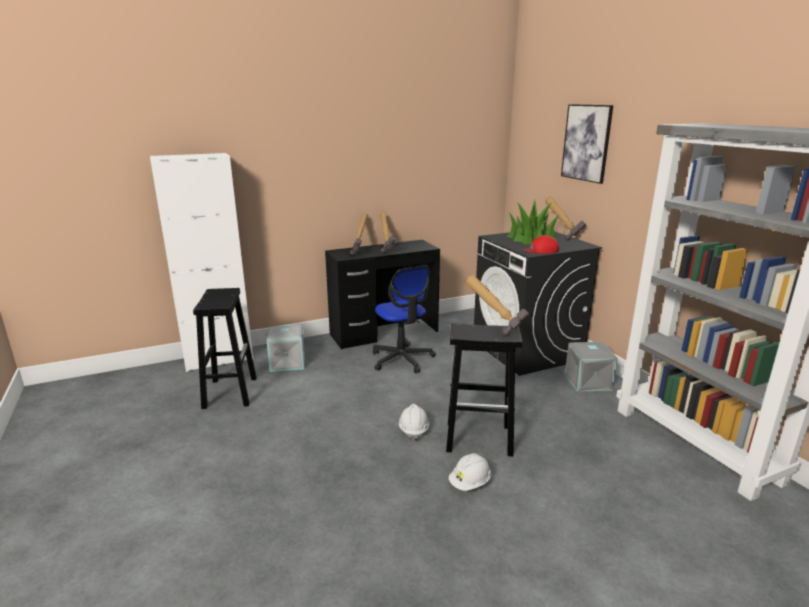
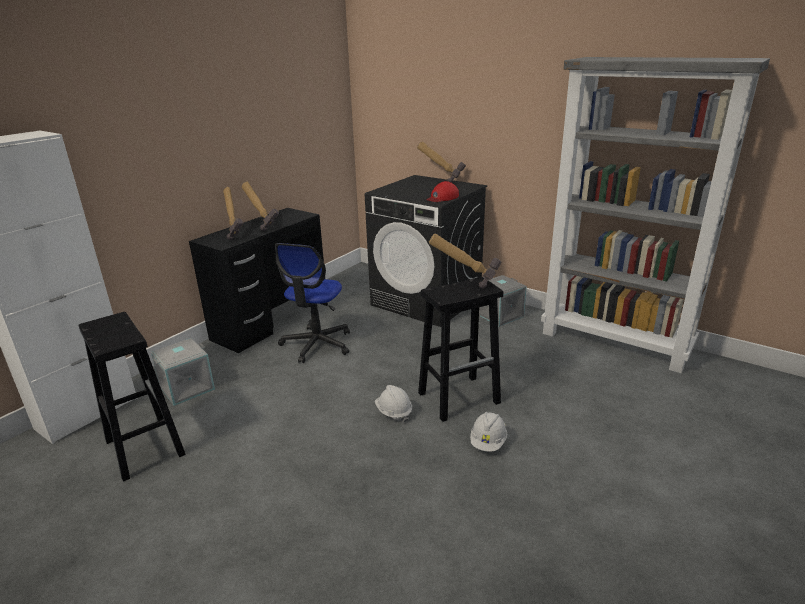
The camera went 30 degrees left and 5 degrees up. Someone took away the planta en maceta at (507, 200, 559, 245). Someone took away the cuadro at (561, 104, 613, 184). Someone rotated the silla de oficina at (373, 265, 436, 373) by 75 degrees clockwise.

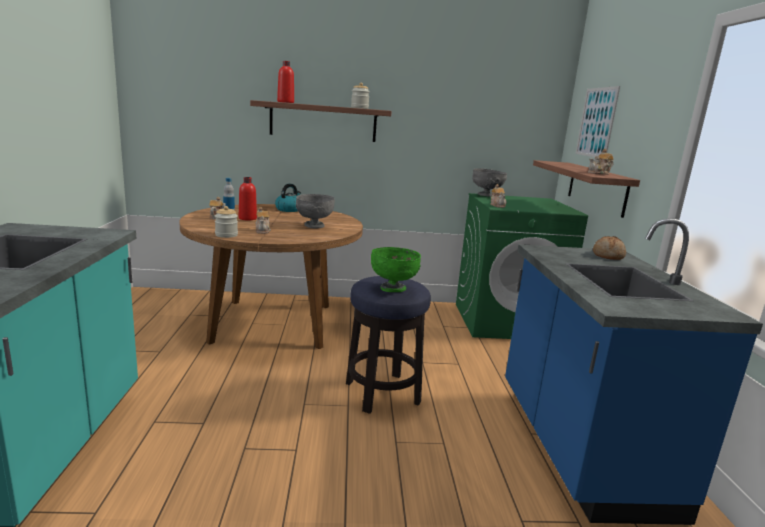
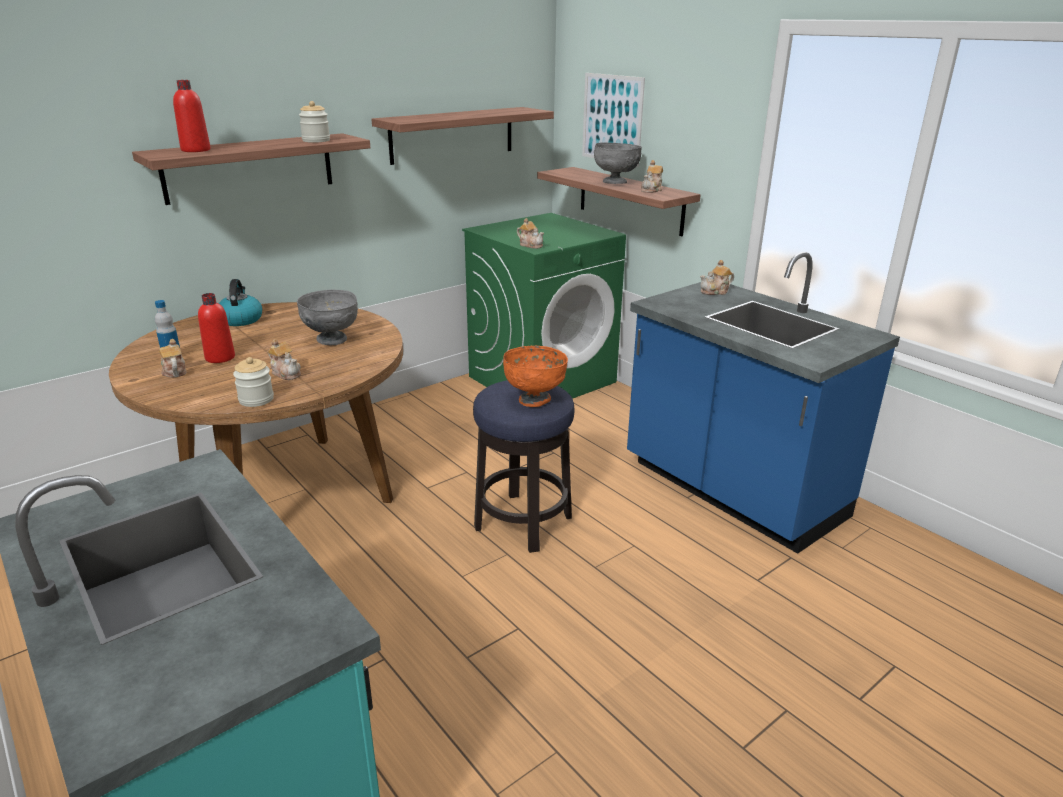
The camera went 35 degrees left and 10 degrees up. Someone put up the estante at (371, 107, 554, 165). Someone carried the cuenco [gris] from (472, 168, 507, 197) to (594, 142, 642, 184). Someone swapped the pan at (593, 236, 626, 260) for the tetera at (700, 260, 734, 295). Someone repainted the cuenco [verde] at (371, 247, 421, 292), which became the cuenco [naranja] at (503, 346, 568, 407).

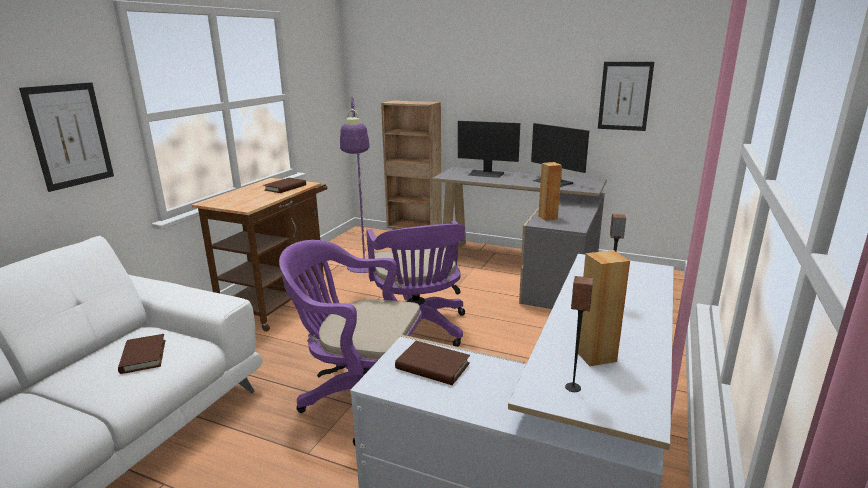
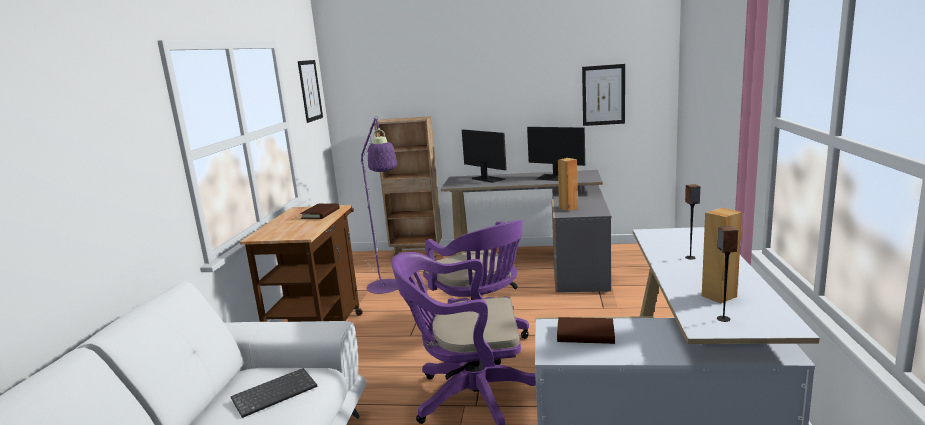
The camera went 15 degrees left and 5 degrees down. Someone carried the cuadro from (19, 82, 114, 192) to (298, 60, 323, 123). Someone swapped the libro [marrón] at (118, 334, 165, 374) for the teclado at (231, 368, 318, 418). Someone rotated the monitor at (458, 121, 520, 178) by 135 degrees counterclockwise.

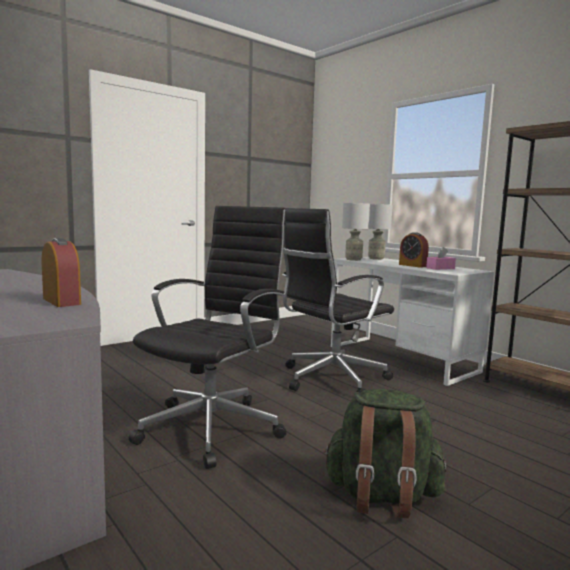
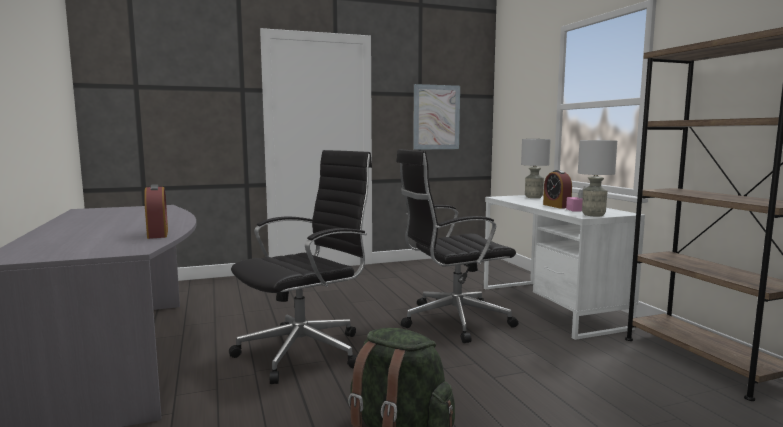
The camera went 20 degrees right and 0 degrees up. Someone put up the cuadro at (413, 84, 460, 150). Someone carried the lámpara de mesa [gris] from (342, 203, 370, 261) to (578, 140, 617, 217).

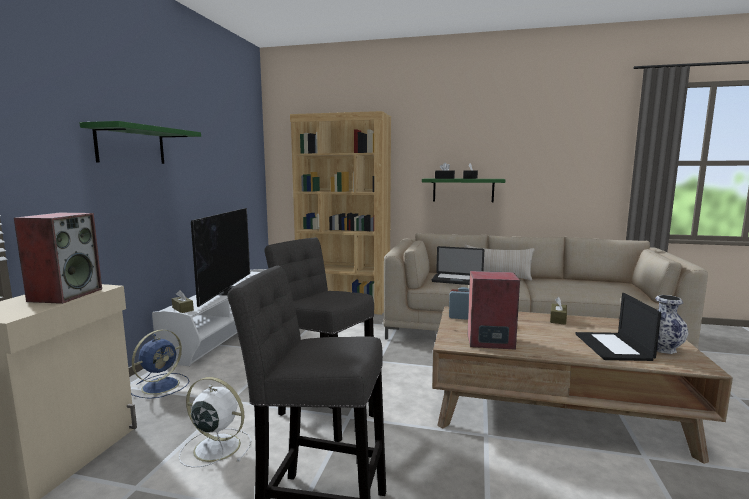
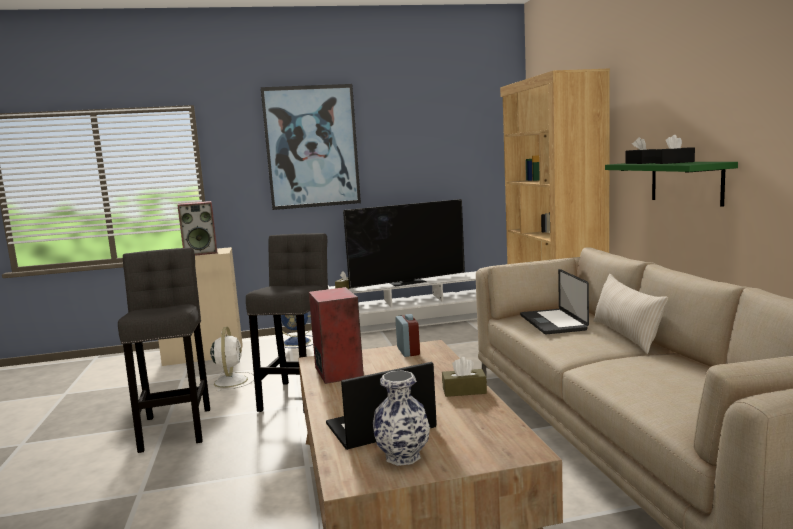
The camera went 65 degrees right and 0 degrees up. Someone swapped the estante [verde] at (79, 121, 201, 164) for the cuadro at (261, 84, 361, 210).

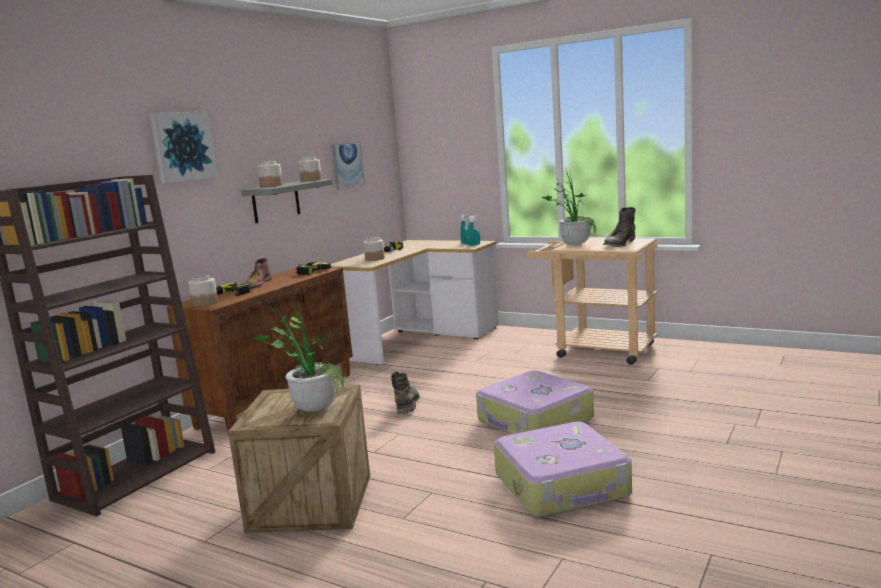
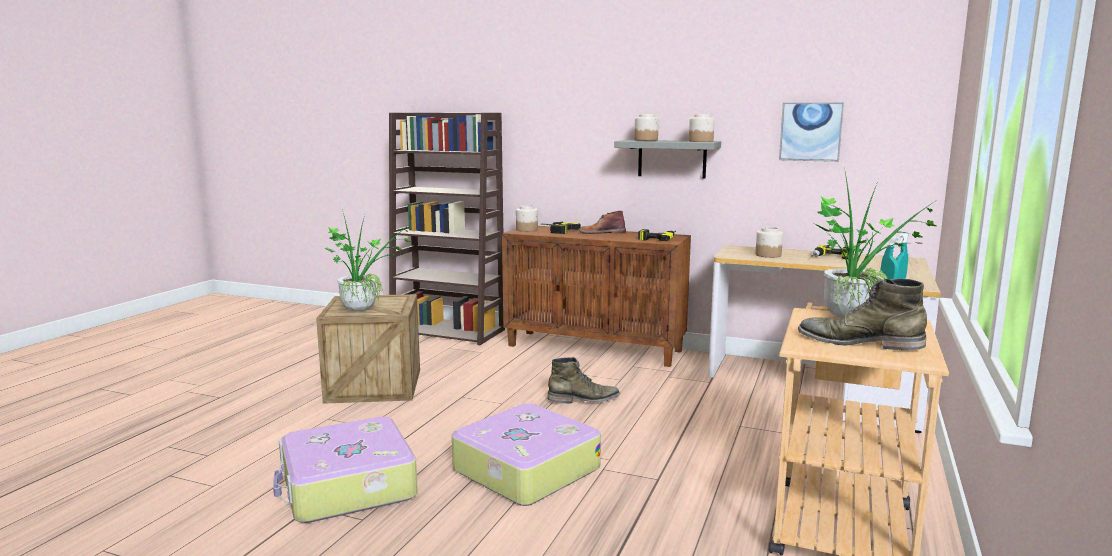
The camera went 80 degrees right and 0 degrees up. Someone took away the cuadro at (149, 111, 218, 184).

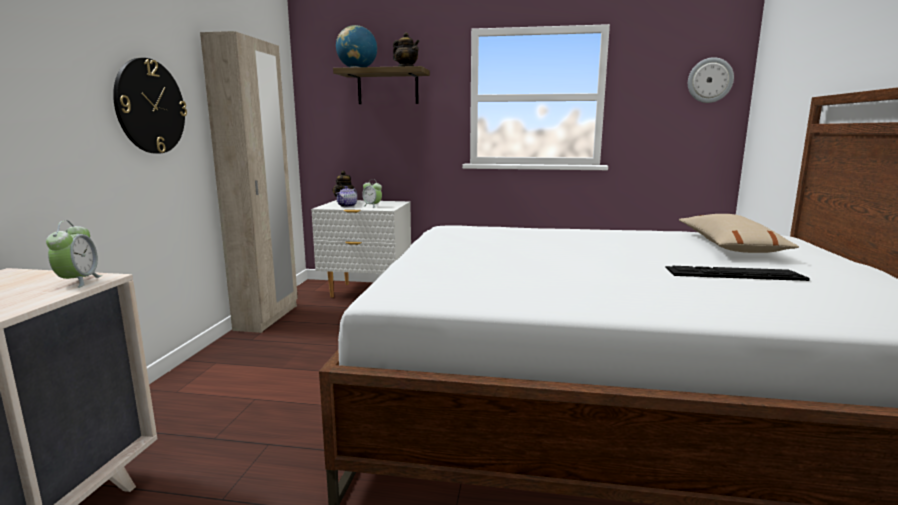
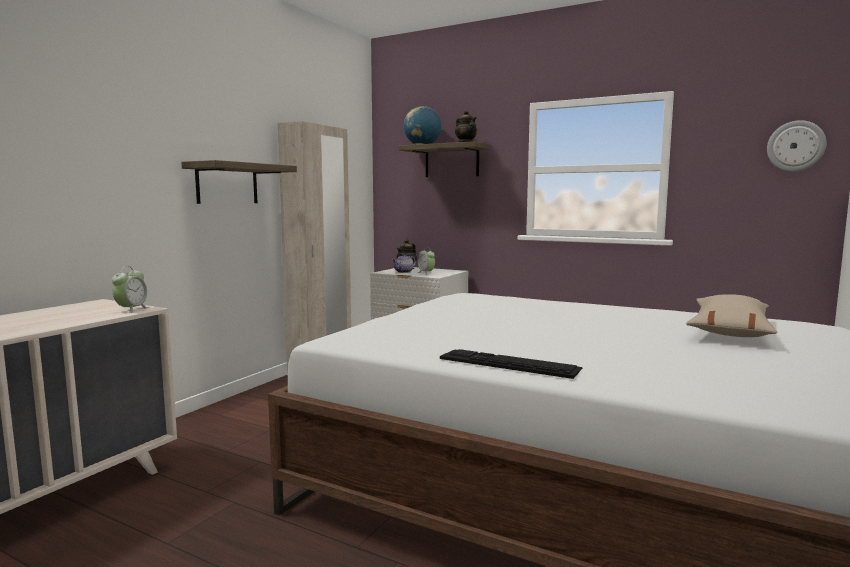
The camera went 20 degrees right and 5 degrees down. Someone carried the teclado from (665, 266, 810, 281) to (440, 349, 583, 379). Someone swapped the reloj de pared at (113, 58, 187, 154) for the estante at (181, 160, 297, 204).

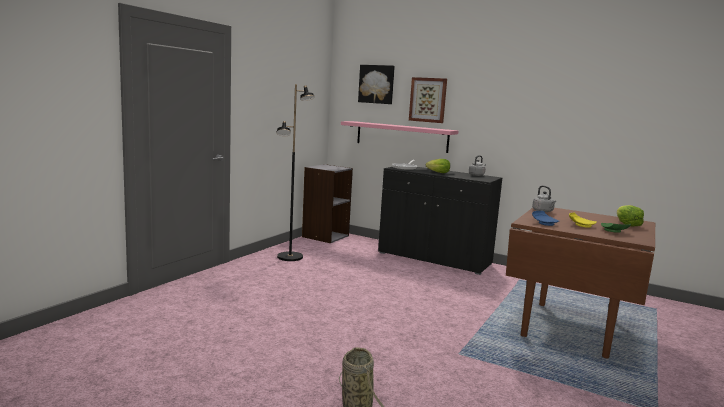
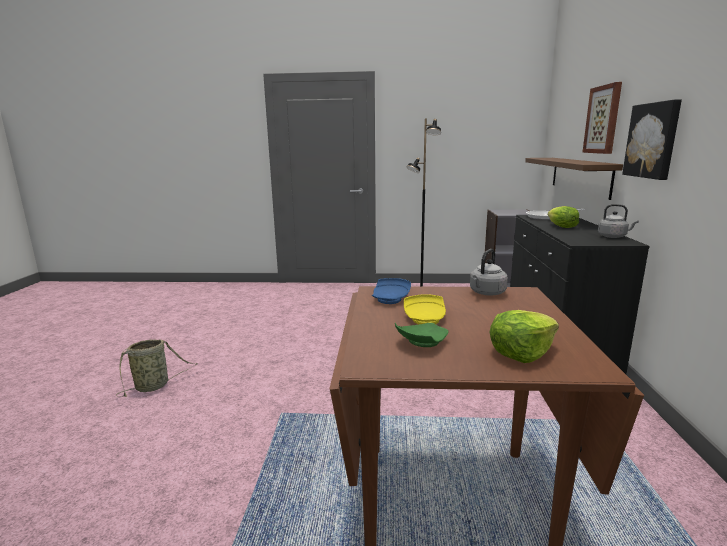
The camera went 65 degrees right and 5 degrees up. Someone carried the cuadro from (358, 65, 395, 104) to (622, 99, 682, 180). Someone repainted the estante [rosa] at (341, 121, 458, 153), which became the estante [marrón] at (525, 158, 623, 200).

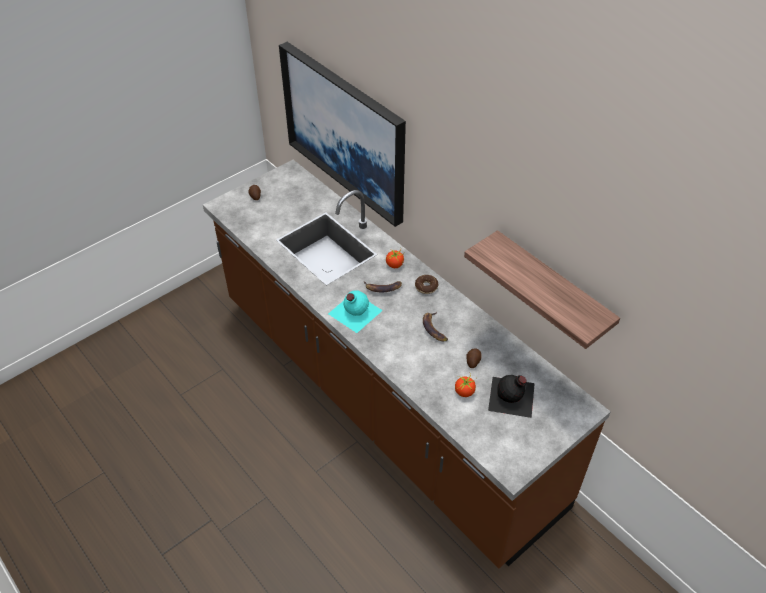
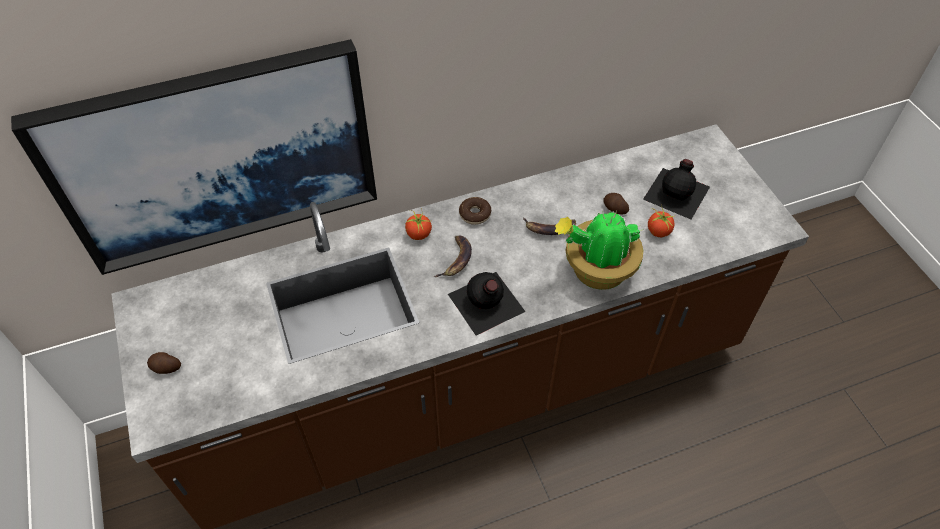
The camera went 70 degrees left and 5 degrees up. Someone took away the estante at (464, 230, 620, 349). Someone put down the planta en maceta at (555, 210, 643, 290). Someone repainted the botella [turquesa] at (328, 290, 383, 333), which became the botella [negro] at (448, 272, 525, 336).

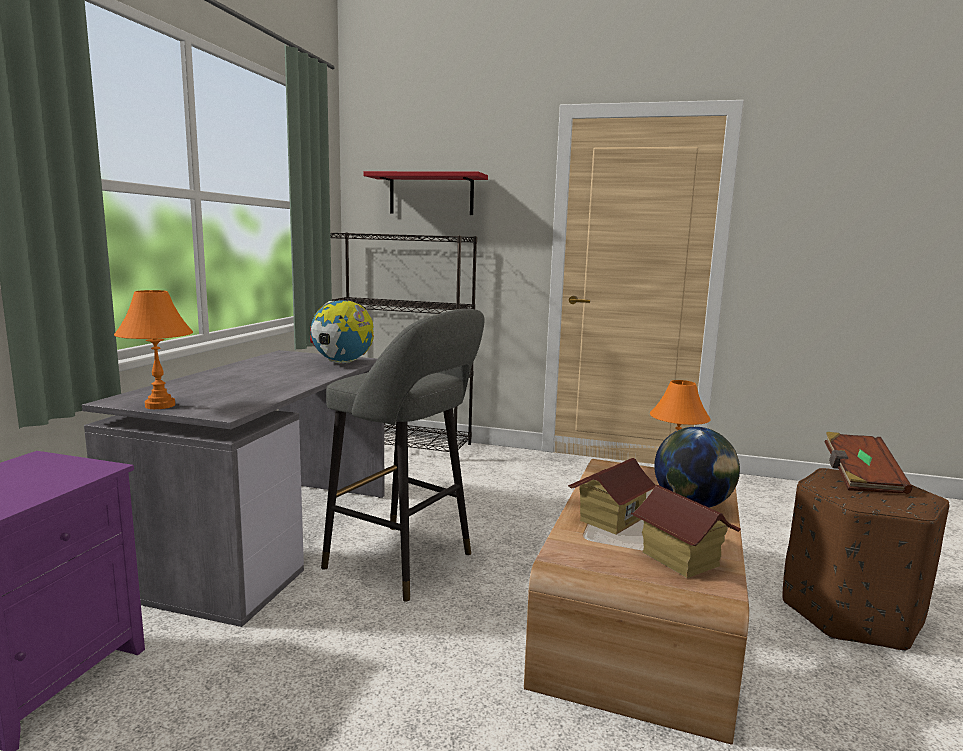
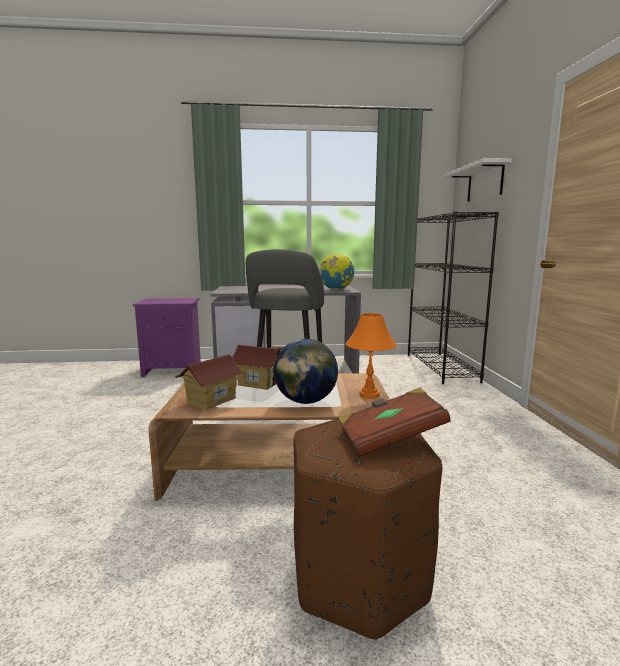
The camera went 70 degrees right and 0 degrees up. Someone took away the lámpara de mesa [naranja] at (114, 290, 193, 409). Someone repainted the estante [rojo] at (363, 171, 488, 215), which became the estante [blanco] at (443, 158, 512, 202).

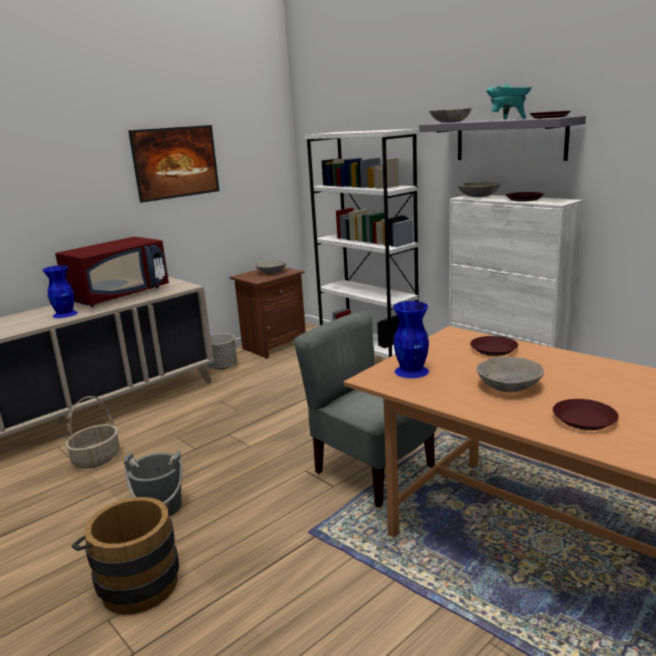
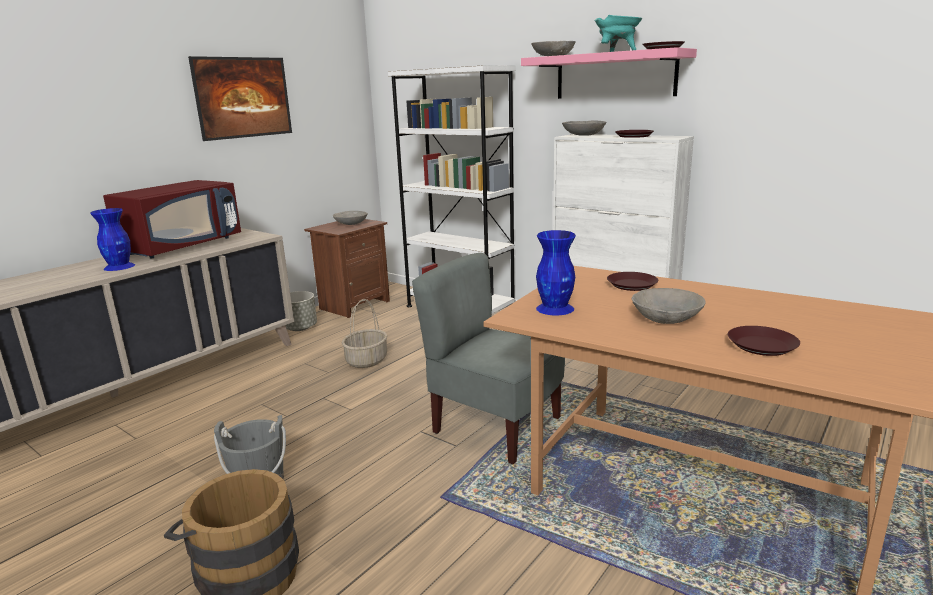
The camera went 10 degrees left and 0 degrees up. Someone carried the cesta from (65, 396, 120, 469) to (342, 299, 387, 368). Someone repainted the estante [gris] at (419, 116, 586, 161), which became the estante [rosa] at (521, 47, 697, 99).

